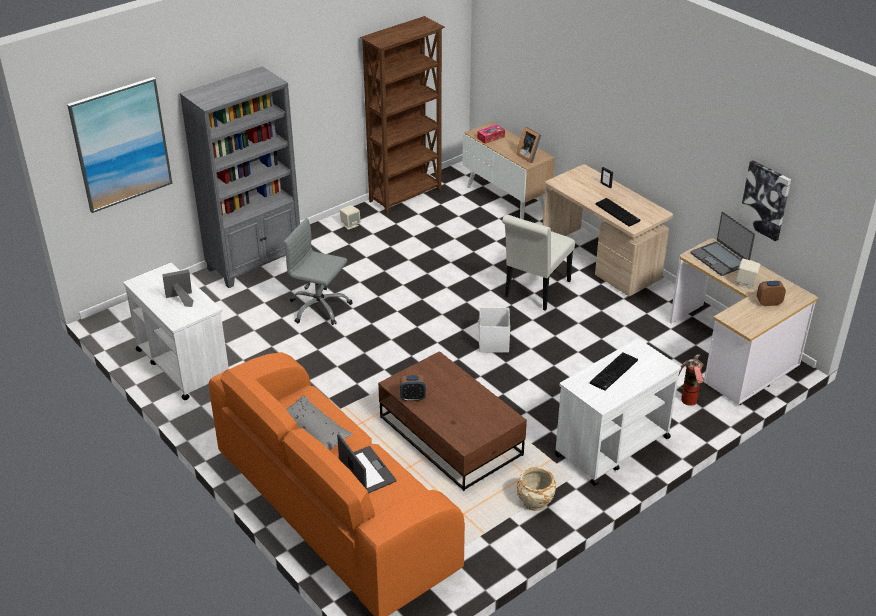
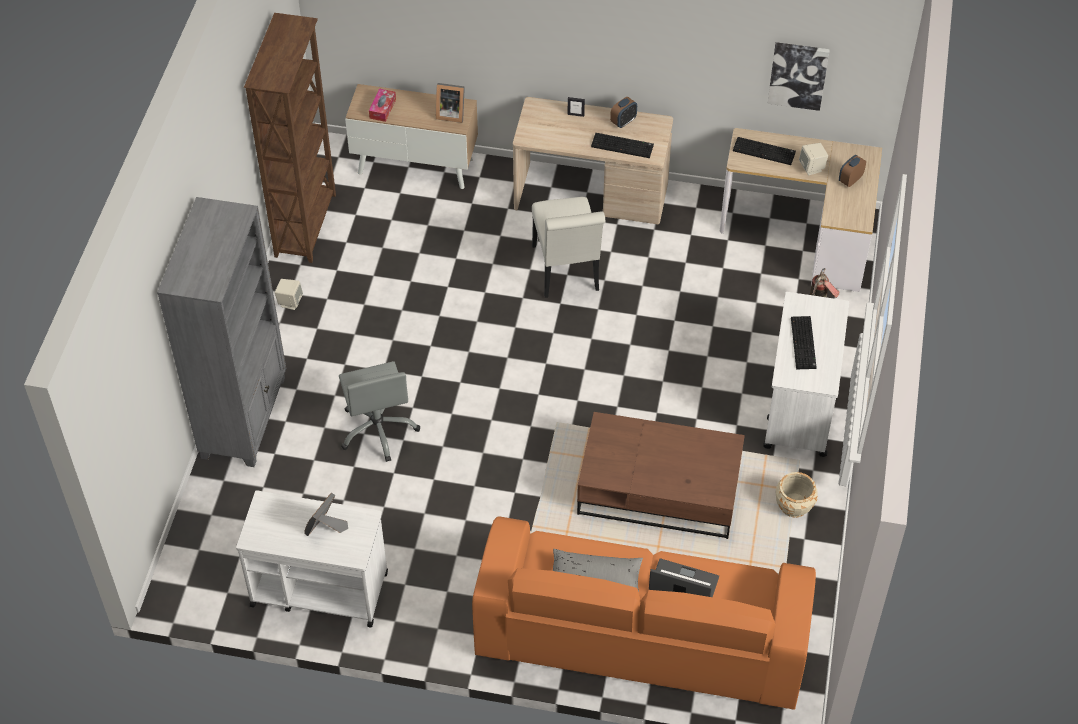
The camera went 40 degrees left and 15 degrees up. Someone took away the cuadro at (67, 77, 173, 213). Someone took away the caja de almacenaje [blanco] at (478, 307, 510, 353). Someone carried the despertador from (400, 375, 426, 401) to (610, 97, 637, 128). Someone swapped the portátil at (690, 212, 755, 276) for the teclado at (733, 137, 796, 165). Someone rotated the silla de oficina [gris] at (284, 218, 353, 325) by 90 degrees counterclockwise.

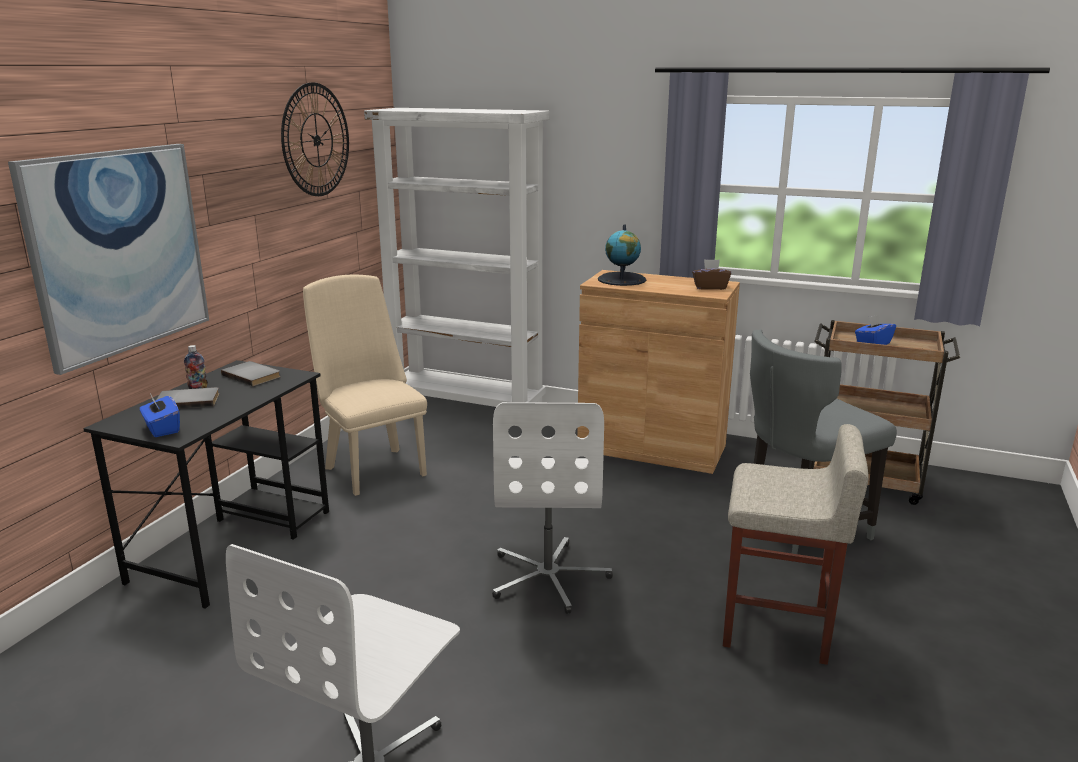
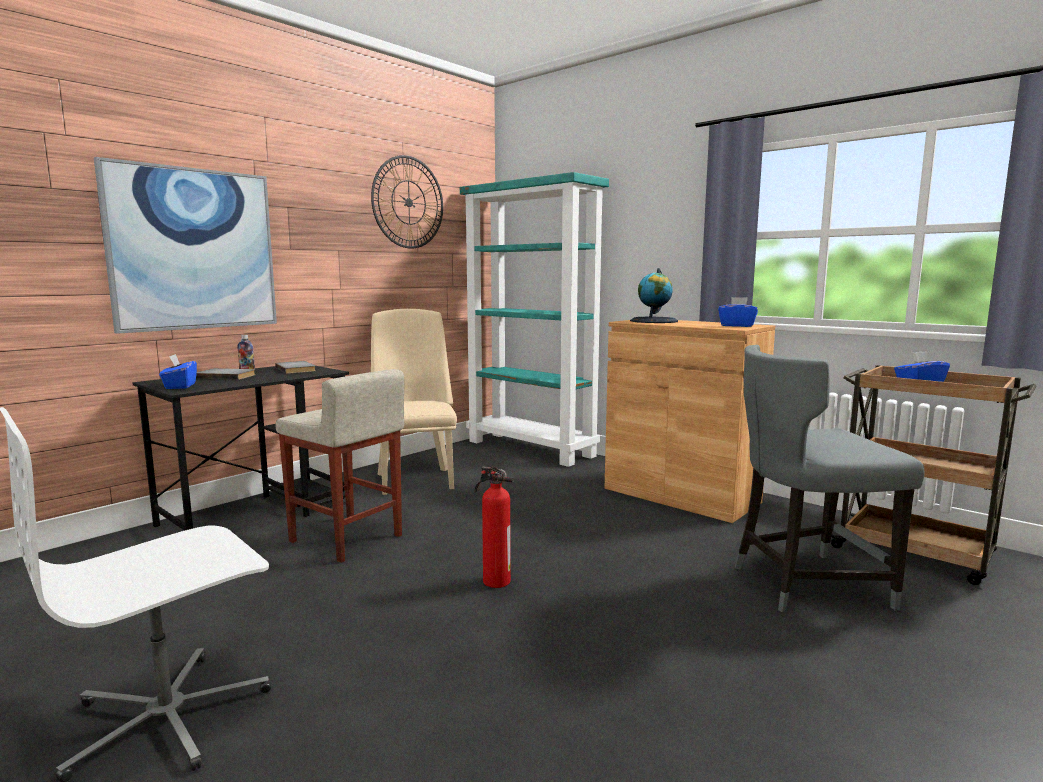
The camera went 20 degrees right and 10 degrees down. Someone carried the taburete [beis] from (723, 424, 868, 665) to (276, 369, 404, 563). Someone swapped the silla de oficina [blanco] at (492, 402, 613, 614) for the extintor at (475, 466, 514, 588). Someone repainted the estantería [blanco] at (364, 108, 549, 407), which became the estantería [turquesa] at (460, 172, 609, 467). Someone repainted the caja de pañuelos [marrón] at (692, 259, 731, 290), which became the caja de pañuelos [azul] at (718, 297, 758, 327).

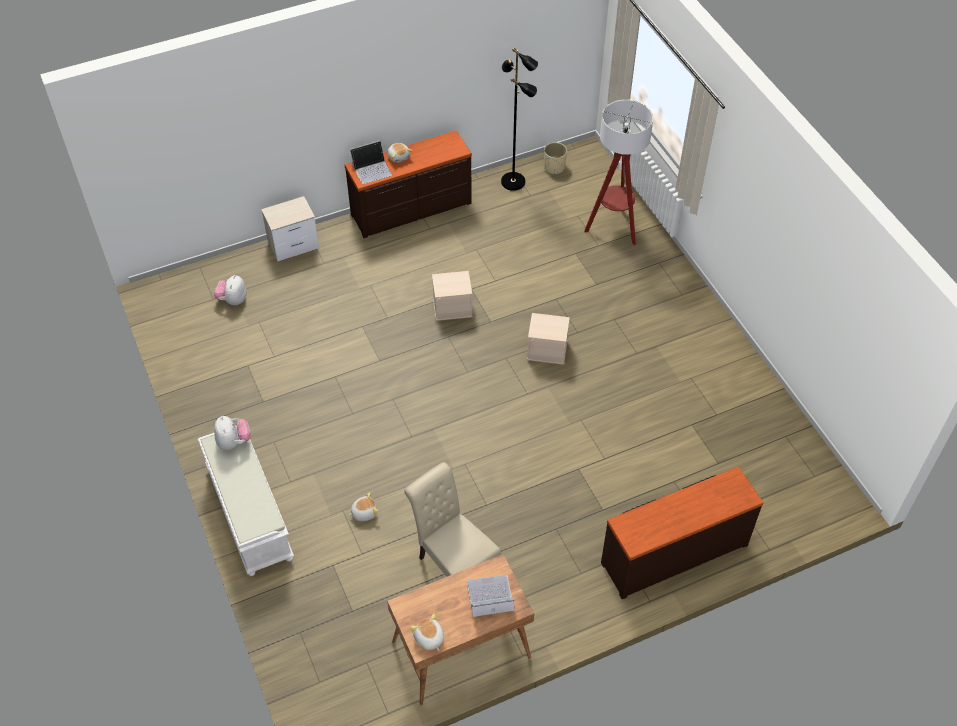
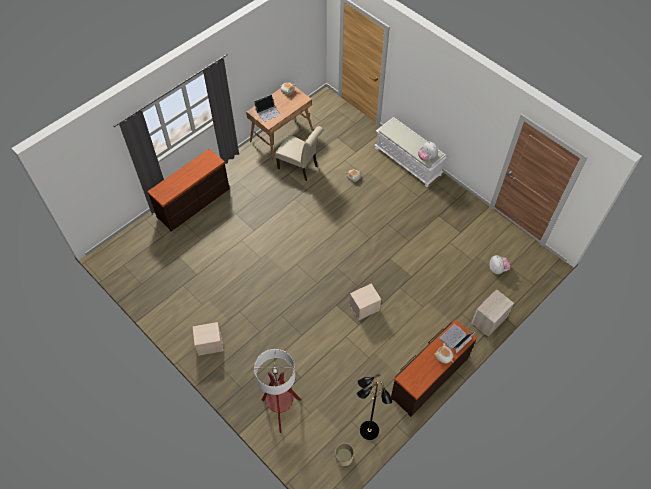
The camera went 160 degrees right and 5 degrees up. Someone carried the caja de almacenaje [beis] from (527, 313, 570, 365) to (193, 322, 223, 356).

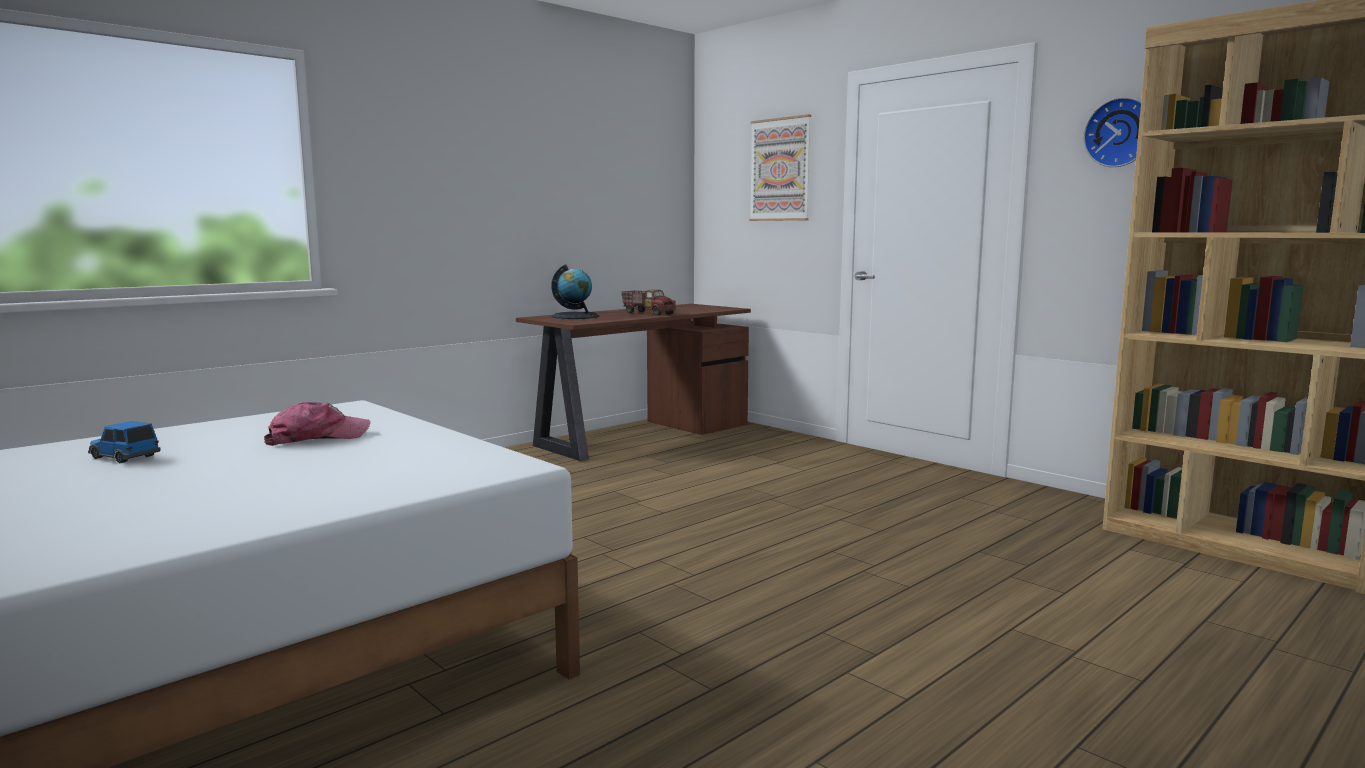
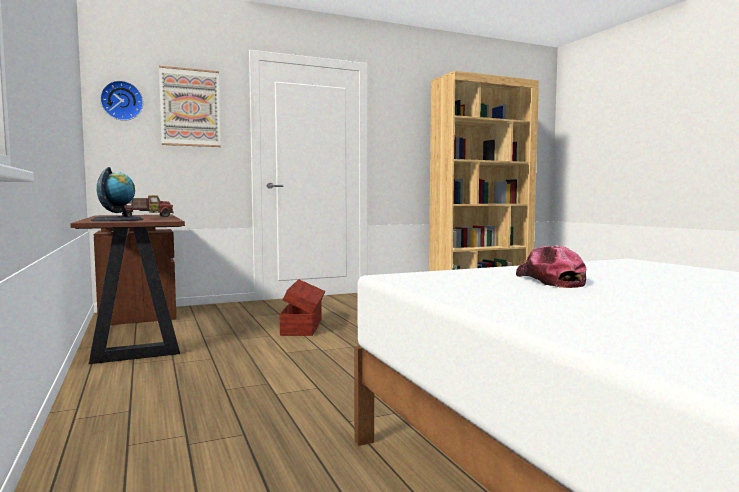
The camera went 70 degrees left and 5 degrees down. Someone took away the coche de juguete at (88, 421, 161, 463). Someone put down the caja de almacenaje [marrón] at (280, 279, 325, 336). Someone carried the reloj de pared from (1083, 97, 1141, 167) to (100, 80, 143, 121).

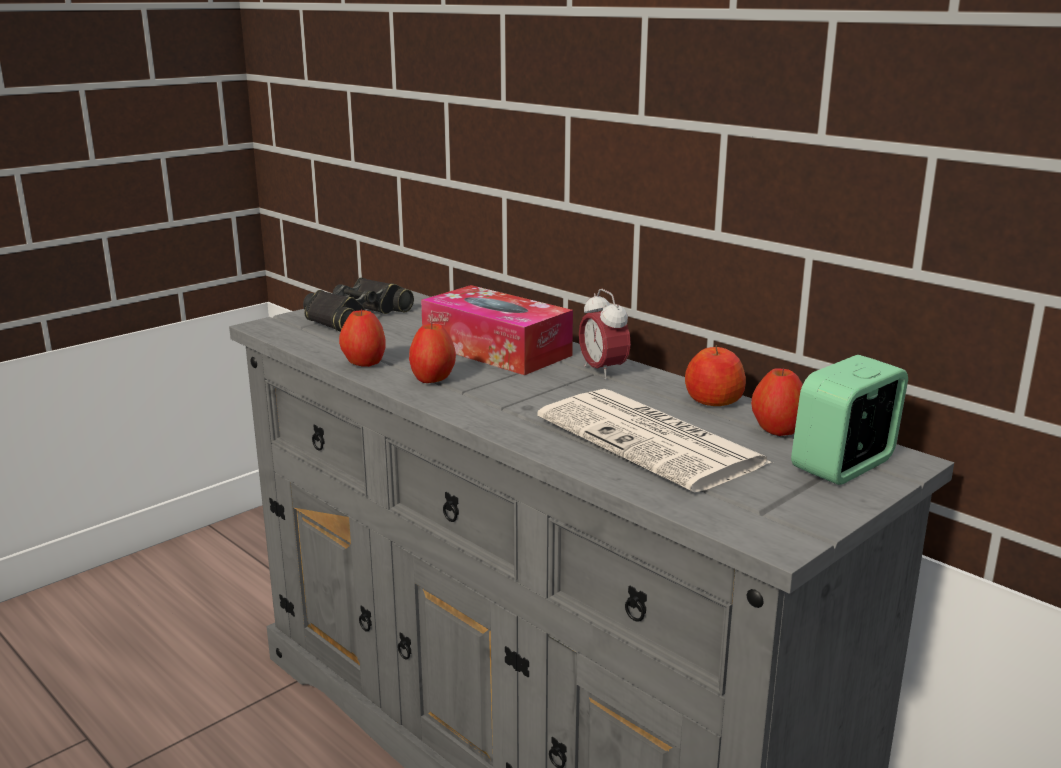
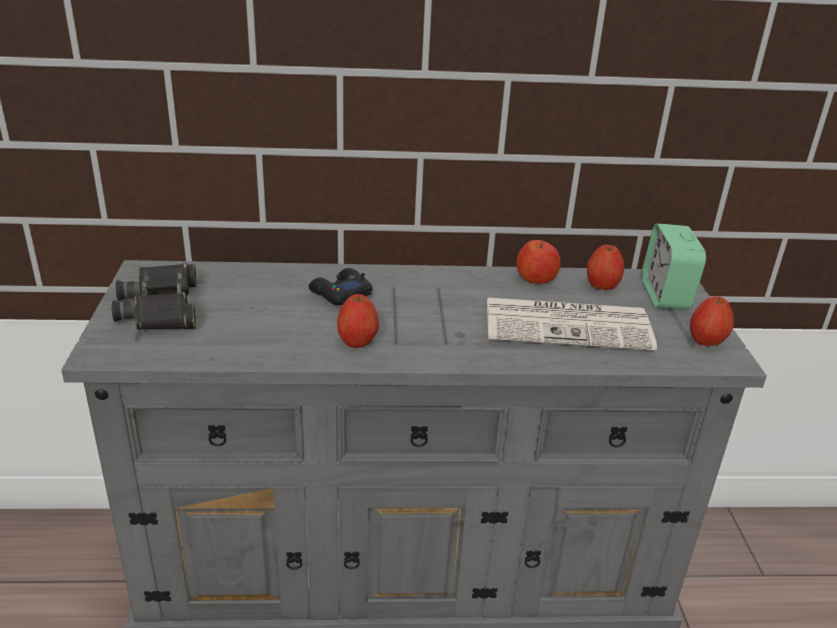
The camera went 50 degrees left and 10 degrees up. Someone took away the despertador at (579, 289, 631, 380). Someone carried the manzana from (339, 308, 386, 367) to (690, 296, 734, 346). Someone swapped the caja de pañuelos at (421, 285, 573, 375) for the mando de consola [negro] at (309, 268, 372, 305).

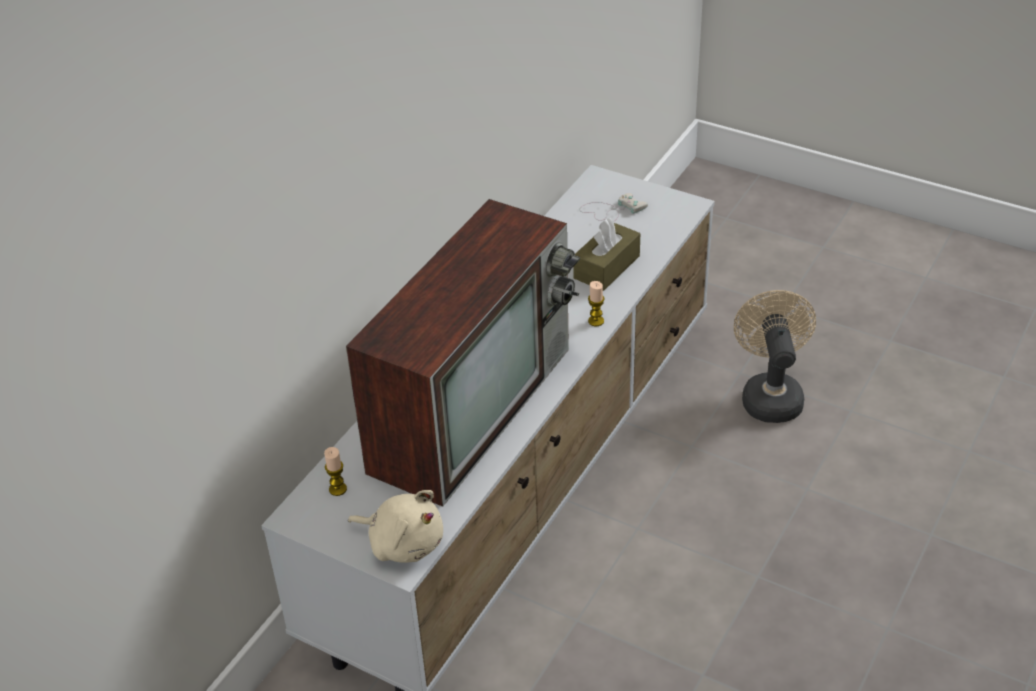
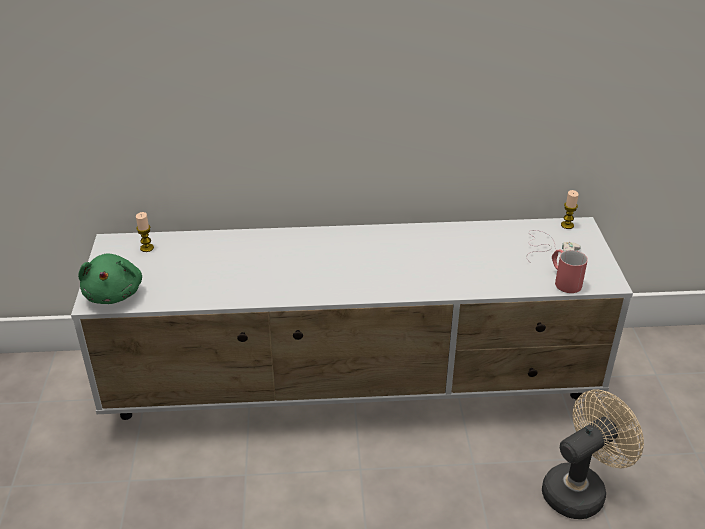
The camera went 55 degrees right and 5 degrees down. Someone took away the televisor at (346, 199, 580, 507). Someone took away the caja de pañuelos [marrón] at (573, 218, 640, 291). Someone put down the taza grande [rojo] at (552, 250, 588, 293). Someone carried the vela from (588, 281, 604, 326) to (561, 190, 579, 229). Someone repainted the peluche [beis] at (348, 490, 443, 563), which became the peluche [verde] at (78, 254, 142, 304).

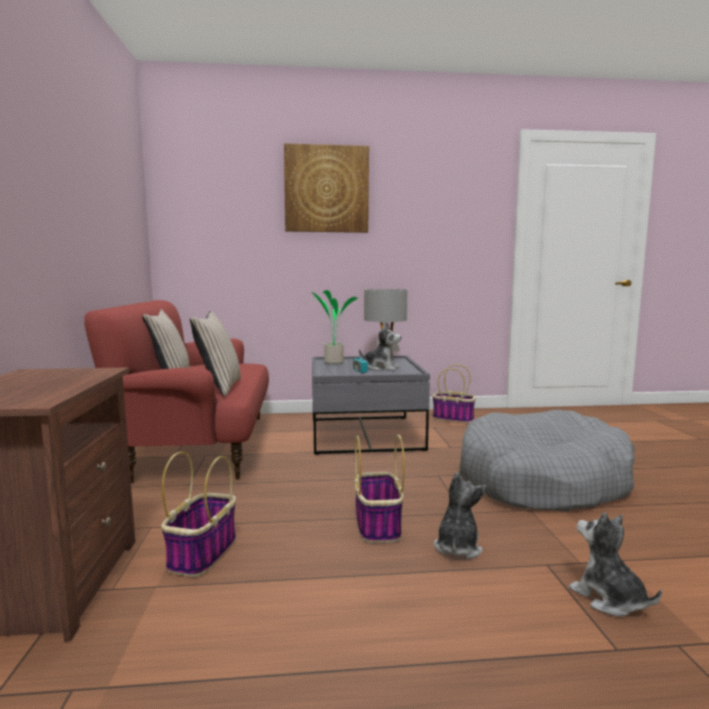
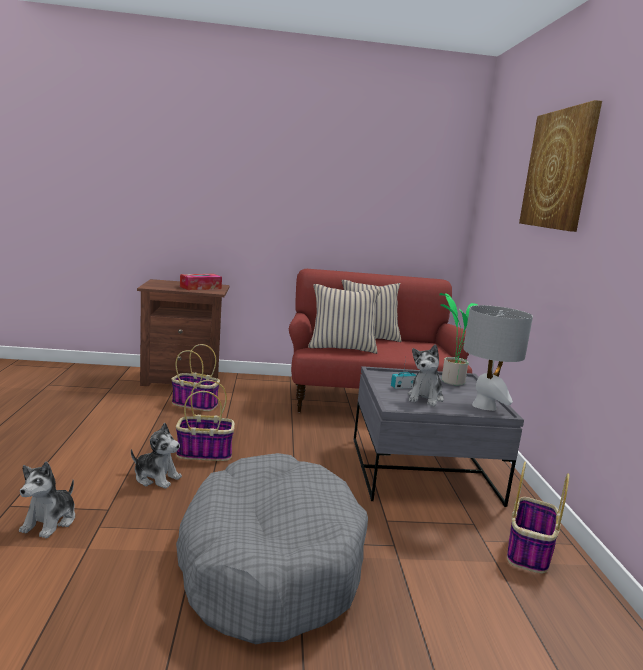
The camera went 90 degrees right and 5 degrees up. Someone put down the caja de pañuelos at (180, 274, 222, 290). Someone rotated the peluche at (569, 512, 662, 616) by 135 degrees clockwise.

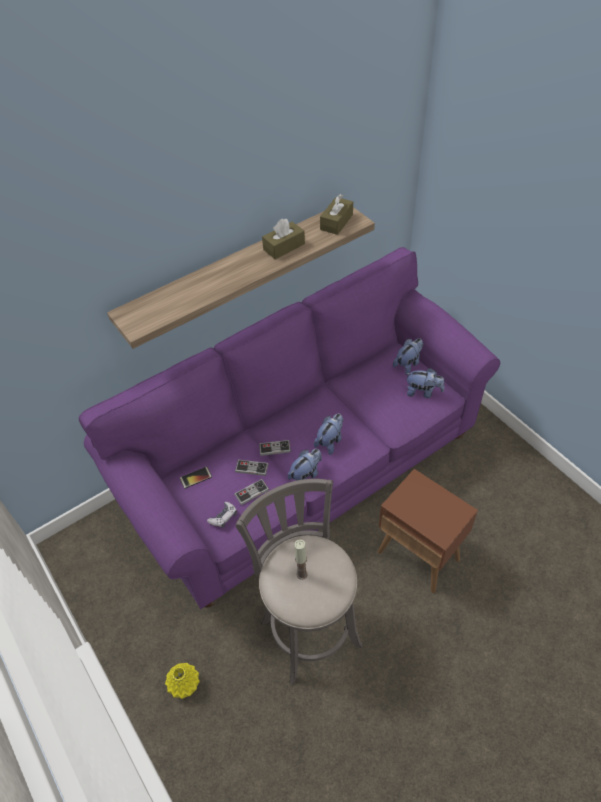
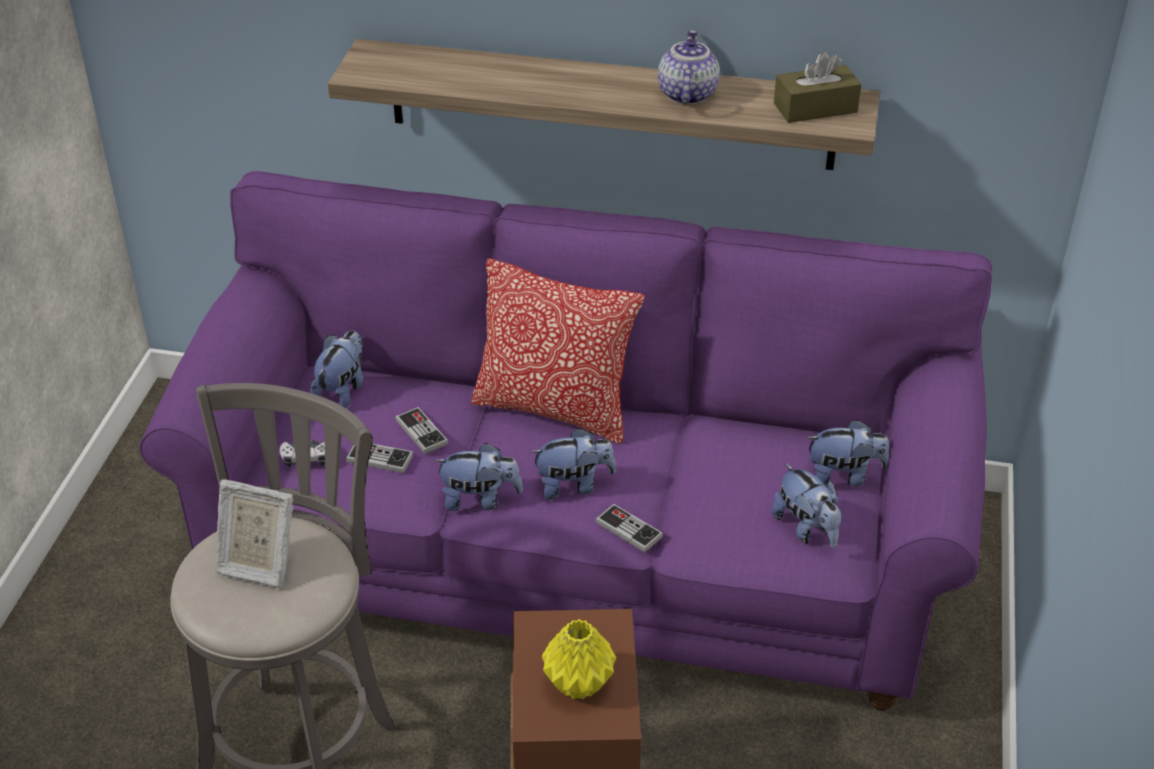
The camera went 45 degrees right and 10 degrees down. Someone put down the cojín at (471, 259, 645, 444). Someone carried the florero [amarillo] from (165, 663, 200, 699) to (542, 619, 616, 699). Someone carried the mando de consola from (259, 440, 291, 456) to (595, 504, 663, 552). Someone swapped the móvil at (180, 467, 212, 489) for the peluche at (310, 330, 363, 408). Someone swapped the caja de pañuelos [marrón] at (262, 218, 305, 259) for the tetera at (658, 30, 720, 105). Someone swapped the vela at (294, 539, 308, 580) for the portarretratos at (216, 479, 293, 588).

